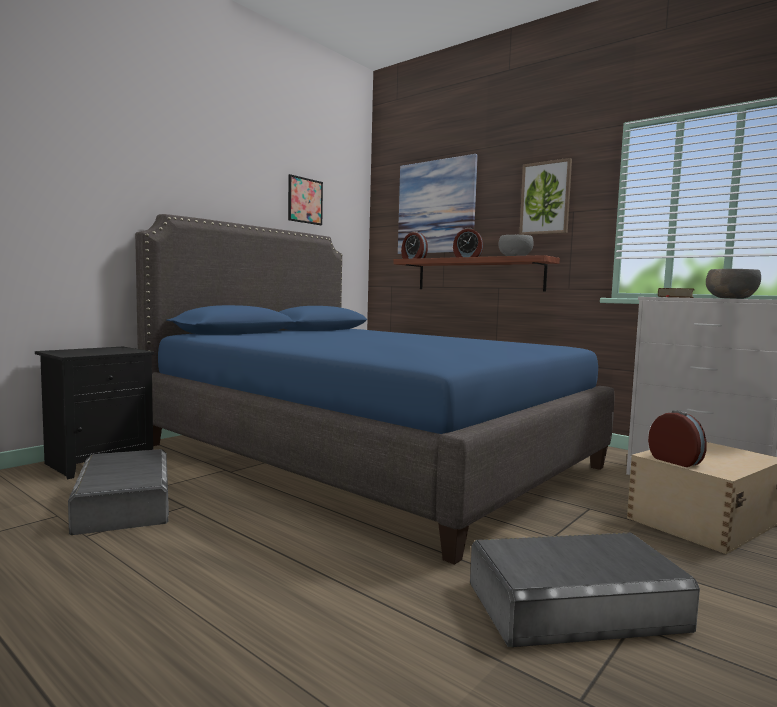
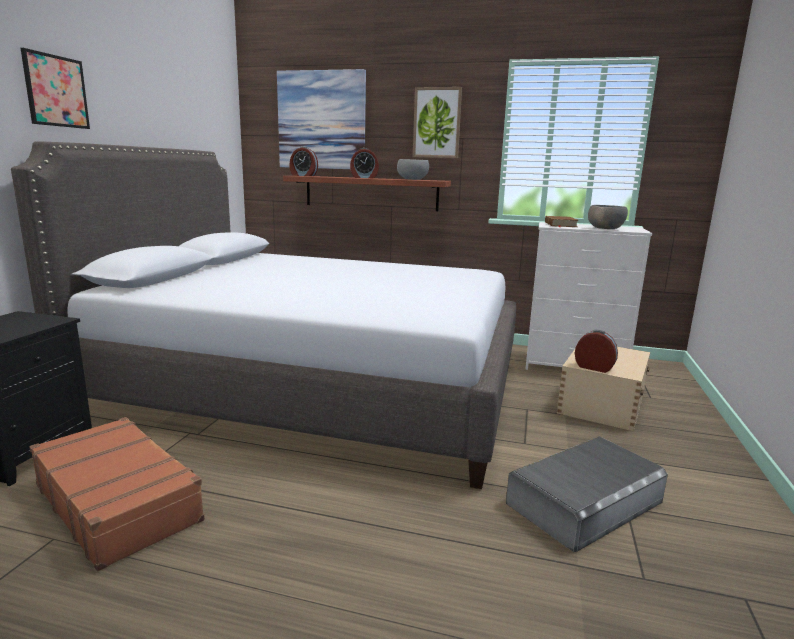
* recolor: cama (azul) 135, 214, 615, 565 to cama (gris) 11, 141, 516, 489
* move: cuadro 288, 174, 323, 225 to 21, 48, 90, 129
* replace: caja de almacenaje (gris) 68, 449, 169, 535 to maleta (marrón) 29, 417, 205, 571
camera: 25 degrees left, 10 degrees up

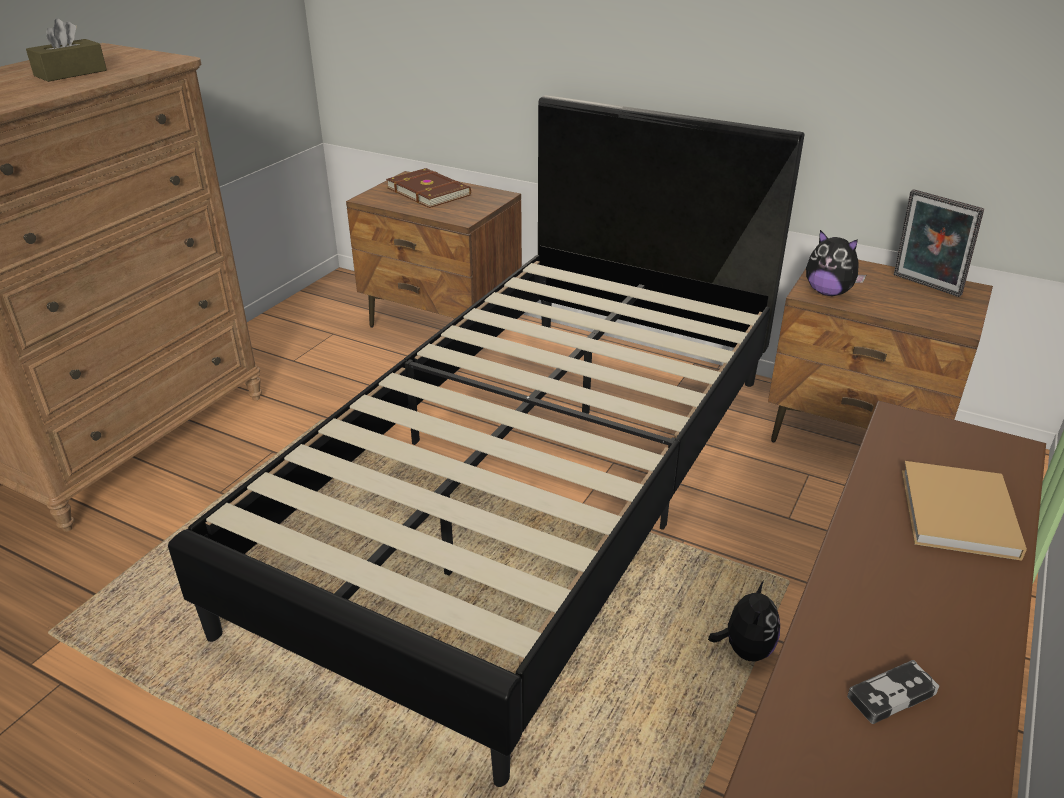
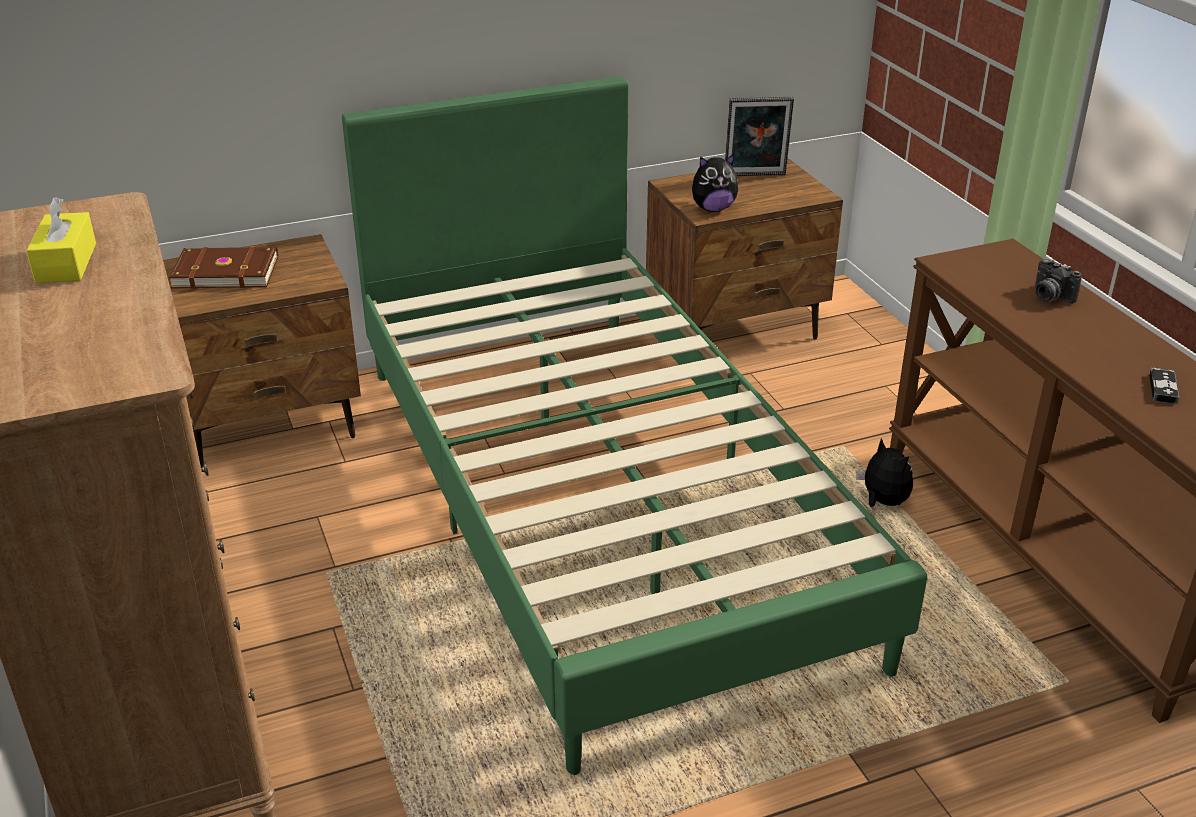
* recolor: caja de pañuelos (marrón) 26, 19, 107, 82 to caja de pañuelos (amarillo) 26, 197, 96, 283
* recolor: cama (negro) 168, 95, 804, 787 to cama (verde) 342, 76, 927, 775
* replace: libro (beis) 902, 461, 1027, 561 to cámara 1035, 259, 1082, 304
camera: 50 degrees left, 0 degrees up

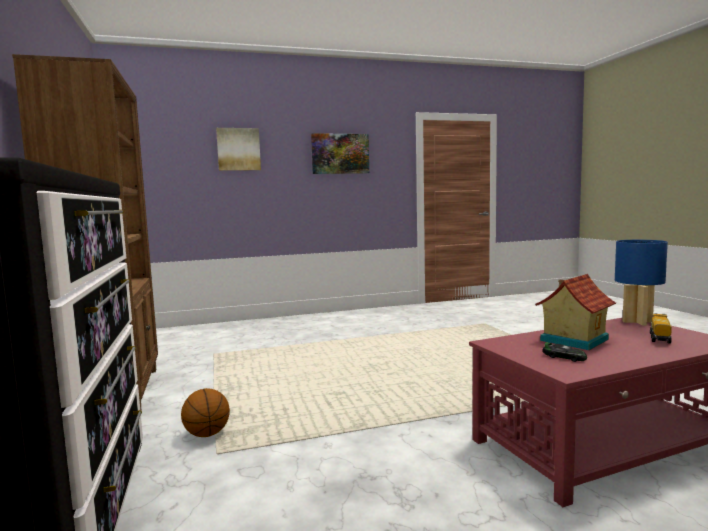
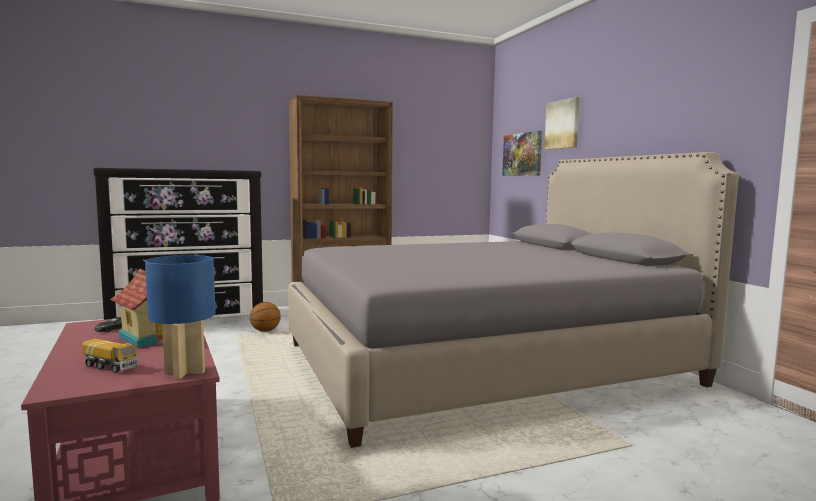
* insert: cama (gris) 288, 152, 739, 448
* move: cuadro 311, 133, 369, 174 to 502, 131, 542, 176
camera: 85 degrees right, 0 degrees up

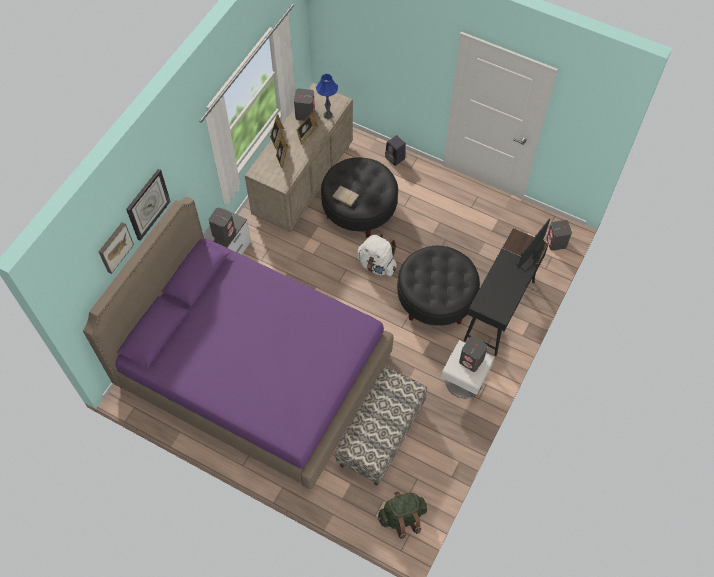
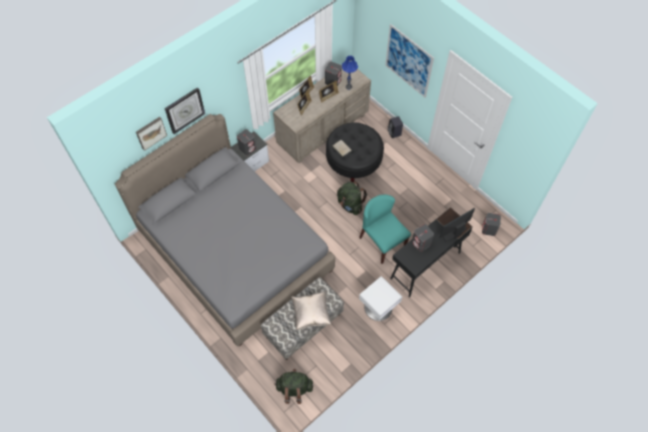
* recolor: cama (morado) 83, 197, 393, 489 to cama (gris) 115, 114, 335, 346
* insert: cojín (beis) 291, 292, 331, 330
* recolor: mochila (blanco) 356, 233, 397, 276 to mochila (verde) 337, 182, 367, 215
* replace: puf (negro) 397, 246, 480, 326 to silla (turquesa) 359, 195, 411, 264
* insert: cuadro 385, 24, 434, 98
* move: altavoz (gris) 459, 336, 488, 372 to 412, 224, 434, 252
camera: 20 degrees right, 0 degrees up

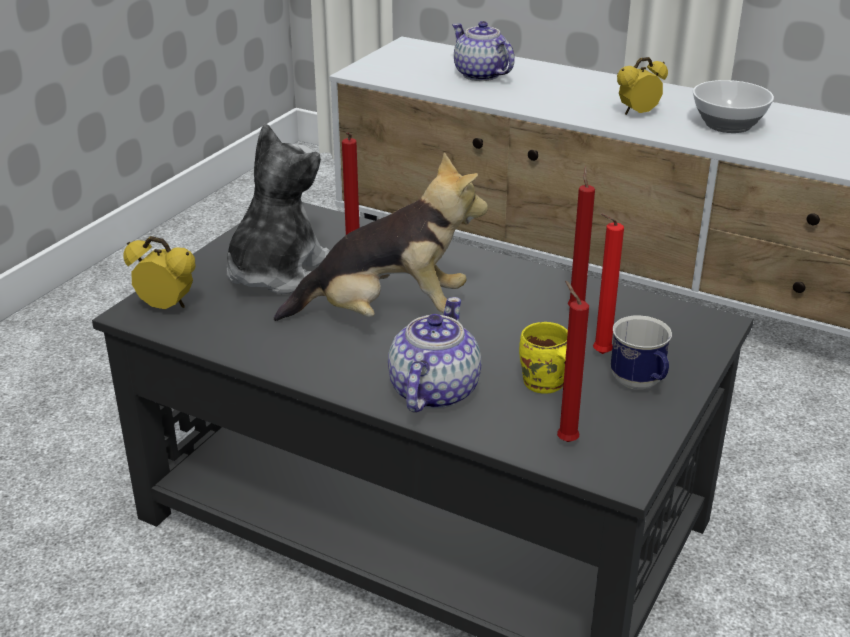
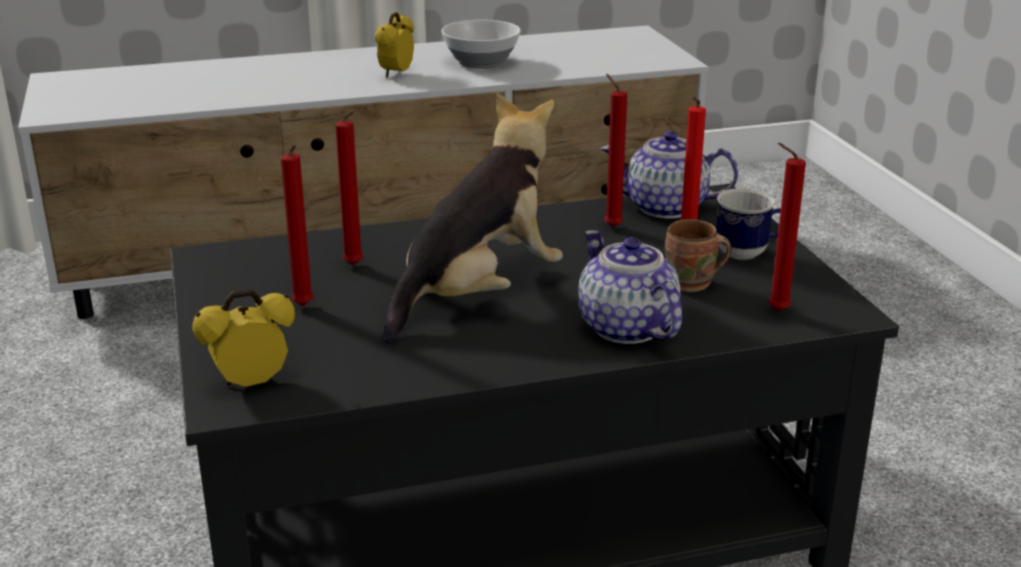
* replace: peluche 227, 123, 330, 294 to vela (rojo) 281, 144, 314, 306
* move: tetera 452, 21, 515, 81 to 600, 131, 738, 218
* recolor: taza grande (amarillo) 519, 322, 568, 394 to taza grande (marrón) 665, 219, 732, 292
camera: 45 degrees left, 5 degrees down

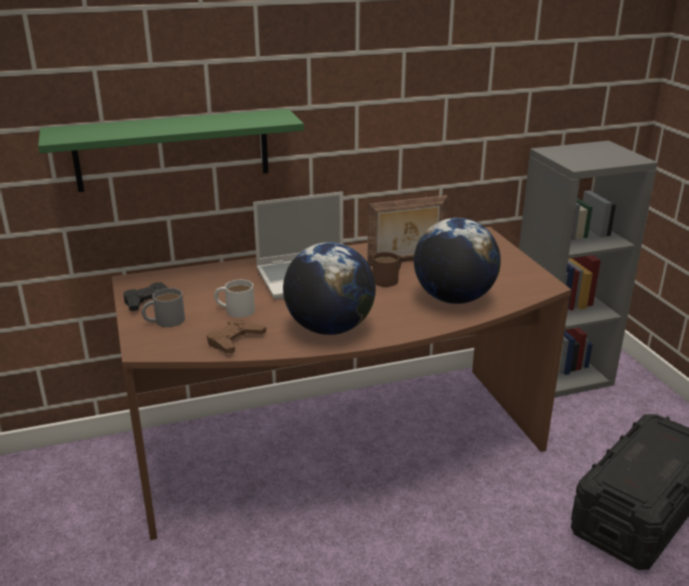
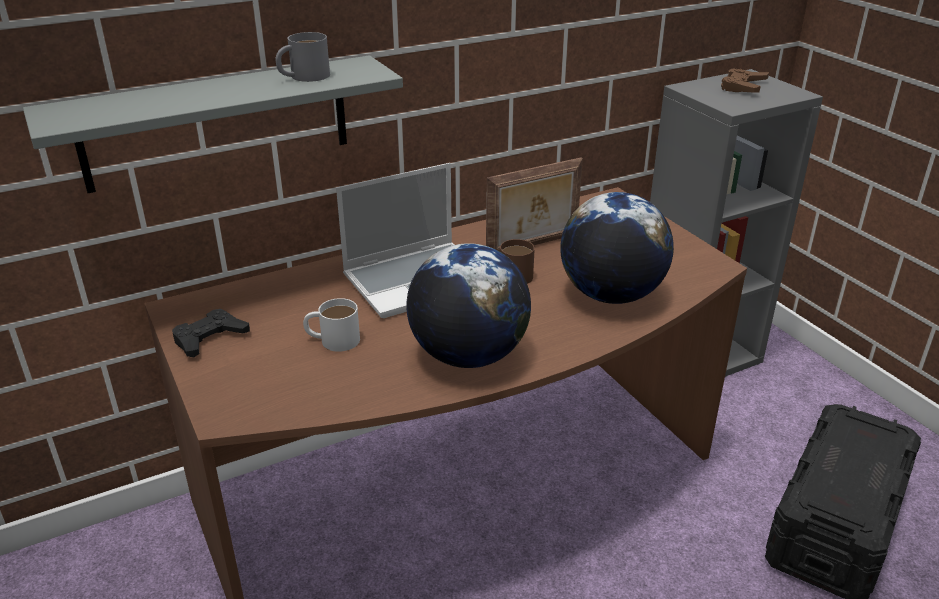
* recolor: estante (verde) 38, 109, 304, 192 to estante (gris) 23, 55, 403, 193
* move: taza grande (gris) 142, 288, 185, 327 to 275, 32, 330, 82
* move: mando de consola (marrón) 207, 318, 266, 353 to 721, 68, 769, 93
camera: 10 degrees left, 5 degrees up

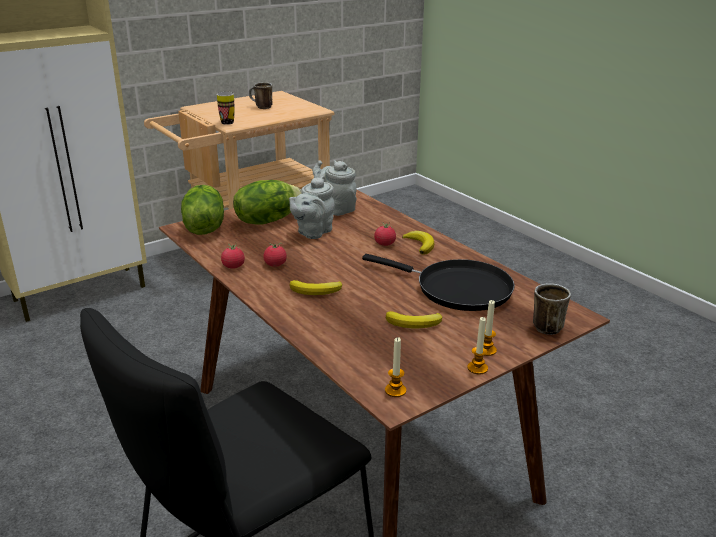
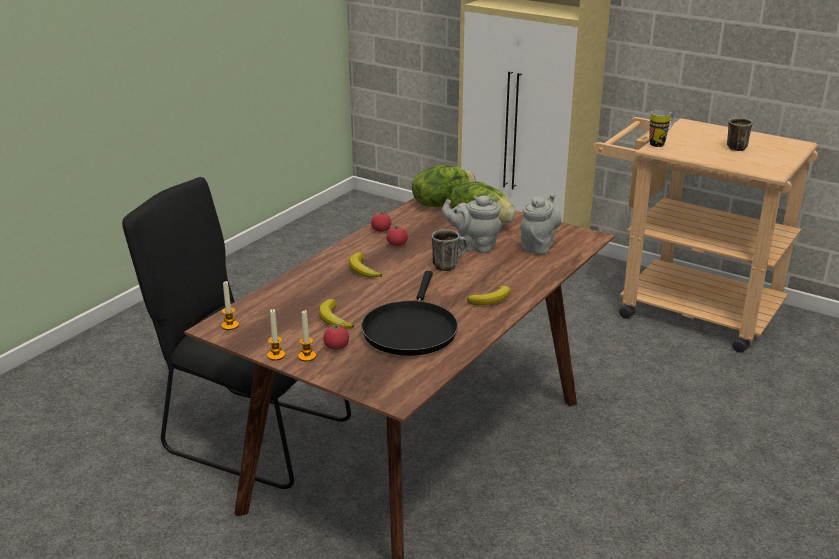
* move: tomate 374, 222, 396, 246 to 323, 322, 349, 350
* move: taza grande 533, 283, 571, 335 to 432, 229, 468, 271
camera: 70 degrees right, 0 degrees up

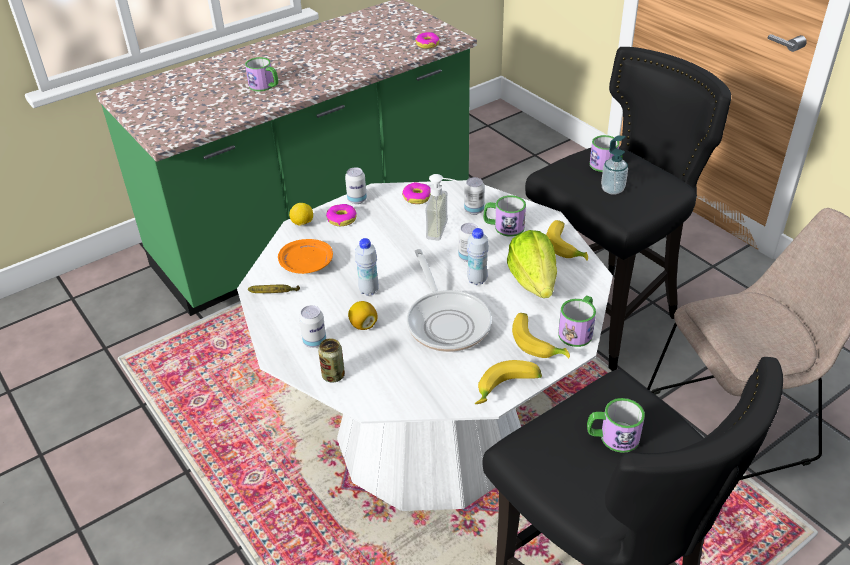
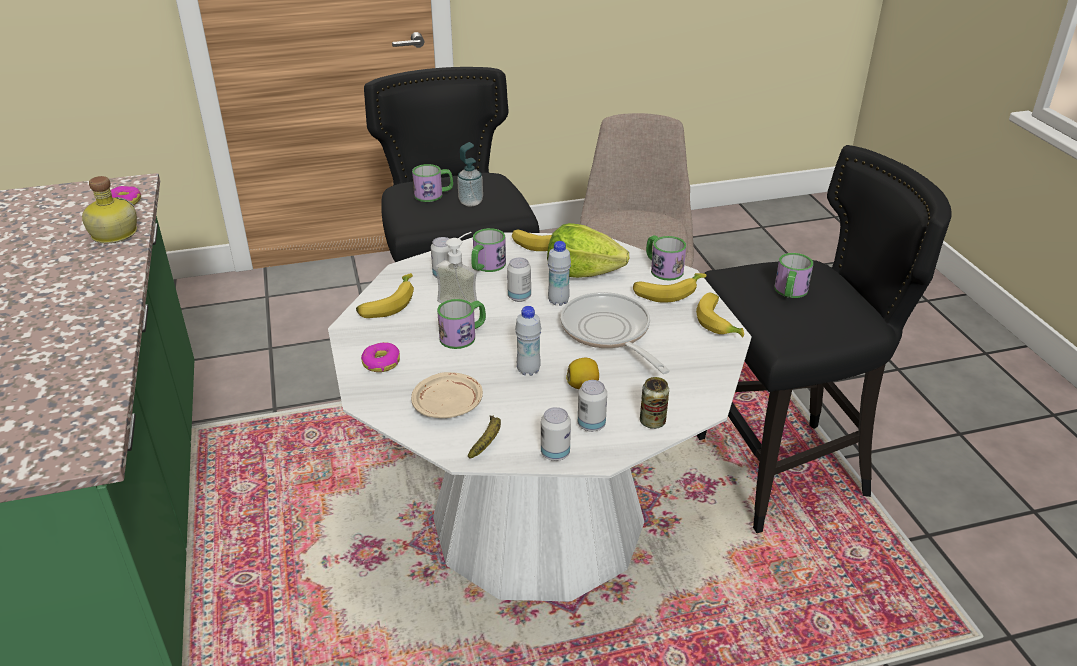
* insert: botella 82, 176, 137, 243
* replace: rosquilla 402, 182, 430, 204 to plátano 356, 273, 414, 318
* recolor: plato (naranja) 278, 239, 333, 274 to plato (beis) 411, 372, 483, 418
* move: taza grande 245, 57, 279, 92 to 437, 299, 486, 349
* move: lata 345, 167, 367, 204 to 541, 407, 571, 461
* rotate: sartén 407, 249, 492, 352 = 561, 292, 670, 374 120 degrees counterclockwise
* delete: limón 289, 203, 313, 226
camera: 70 degrees left, 5 degrees down

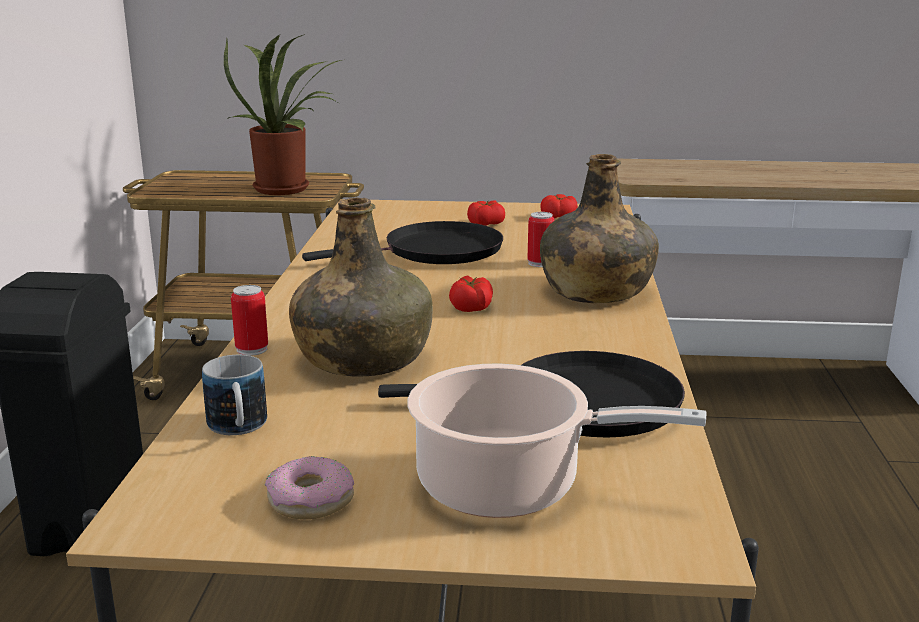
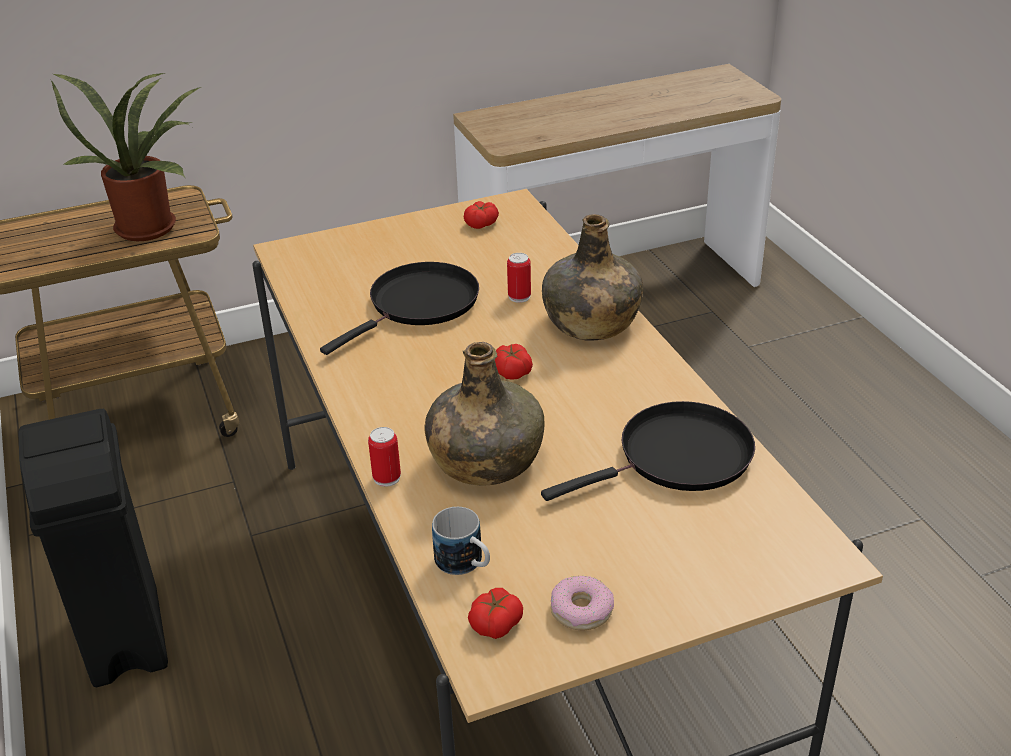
* move: tomate 467, 200, 505, 226 to 468, 588, 523, 639
* delete: olla 407, 364, 706, 518
camera: 25 degrees left, 15 degrees up

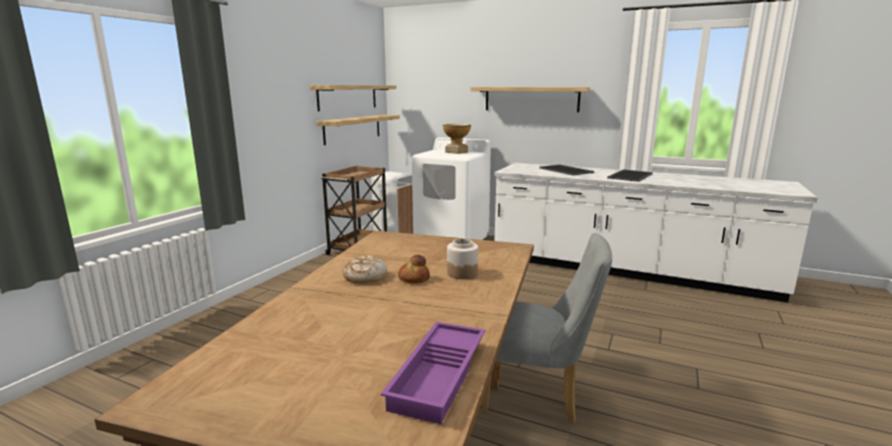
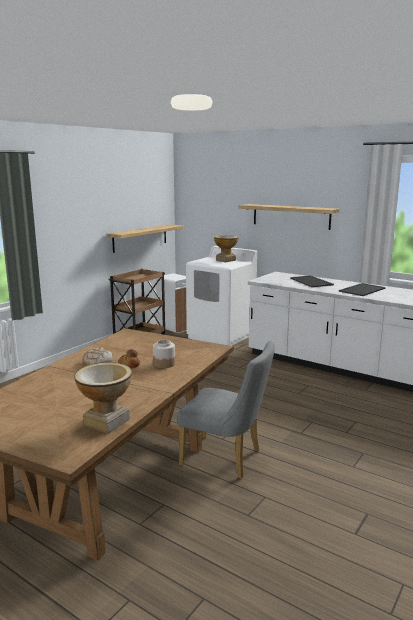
* replace: bandeja (morado) 381, 322, 485, 424 to florero 74, 362, 132, 434
* delete: estante 310, 85, 397, 111
camera: 10 degrees right, 0 degrees up

